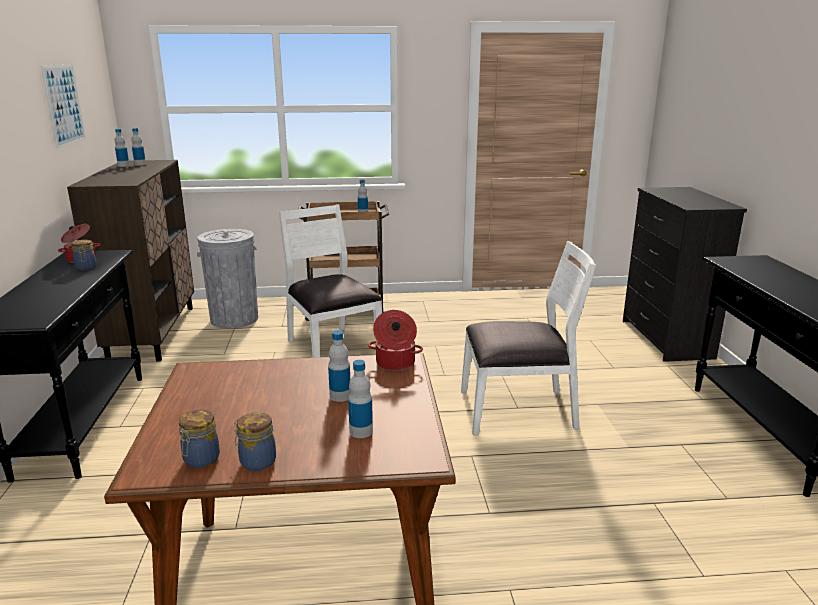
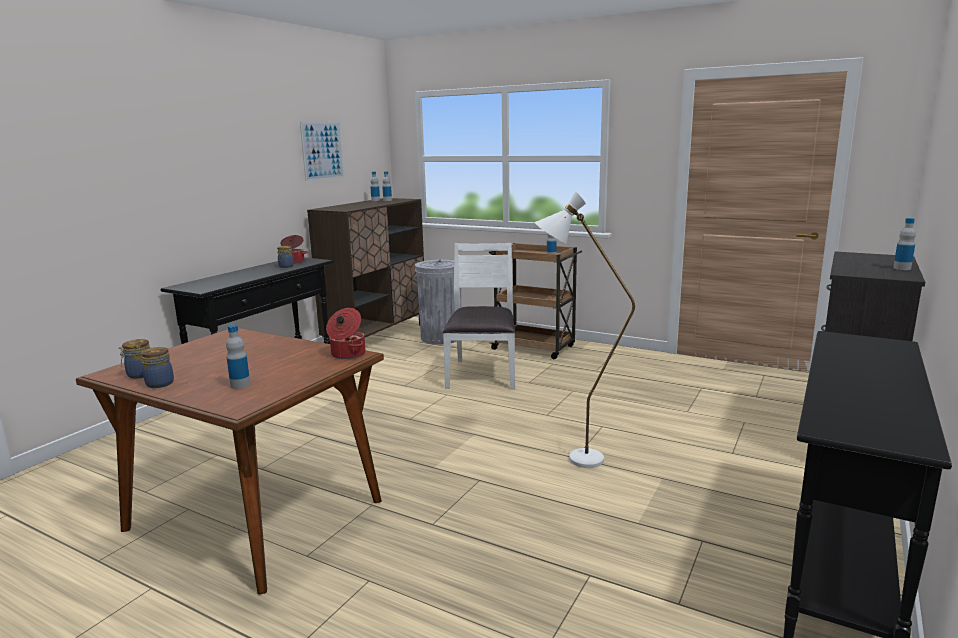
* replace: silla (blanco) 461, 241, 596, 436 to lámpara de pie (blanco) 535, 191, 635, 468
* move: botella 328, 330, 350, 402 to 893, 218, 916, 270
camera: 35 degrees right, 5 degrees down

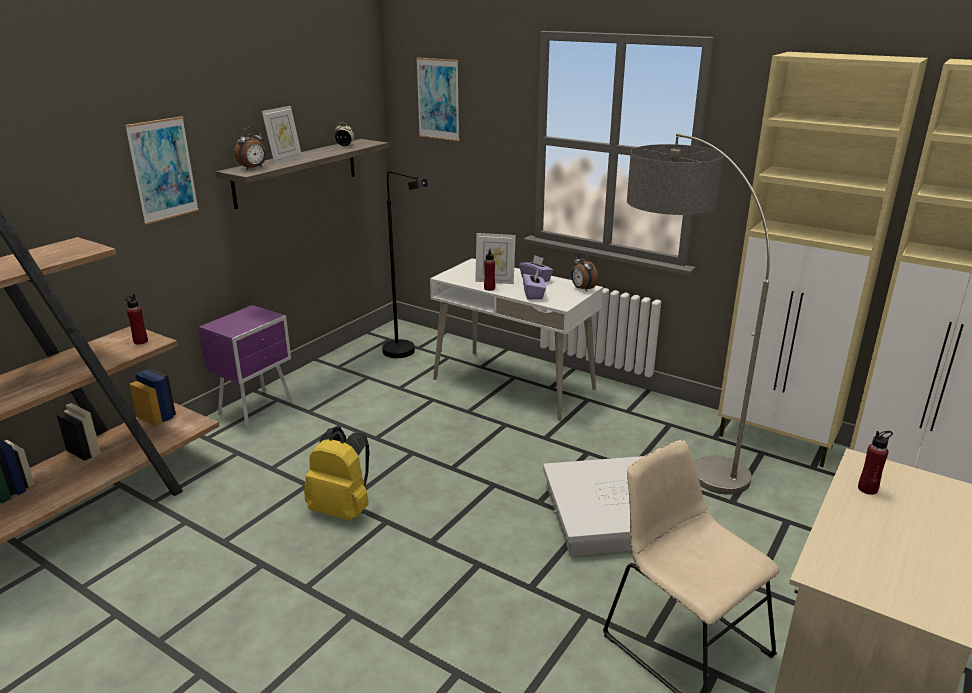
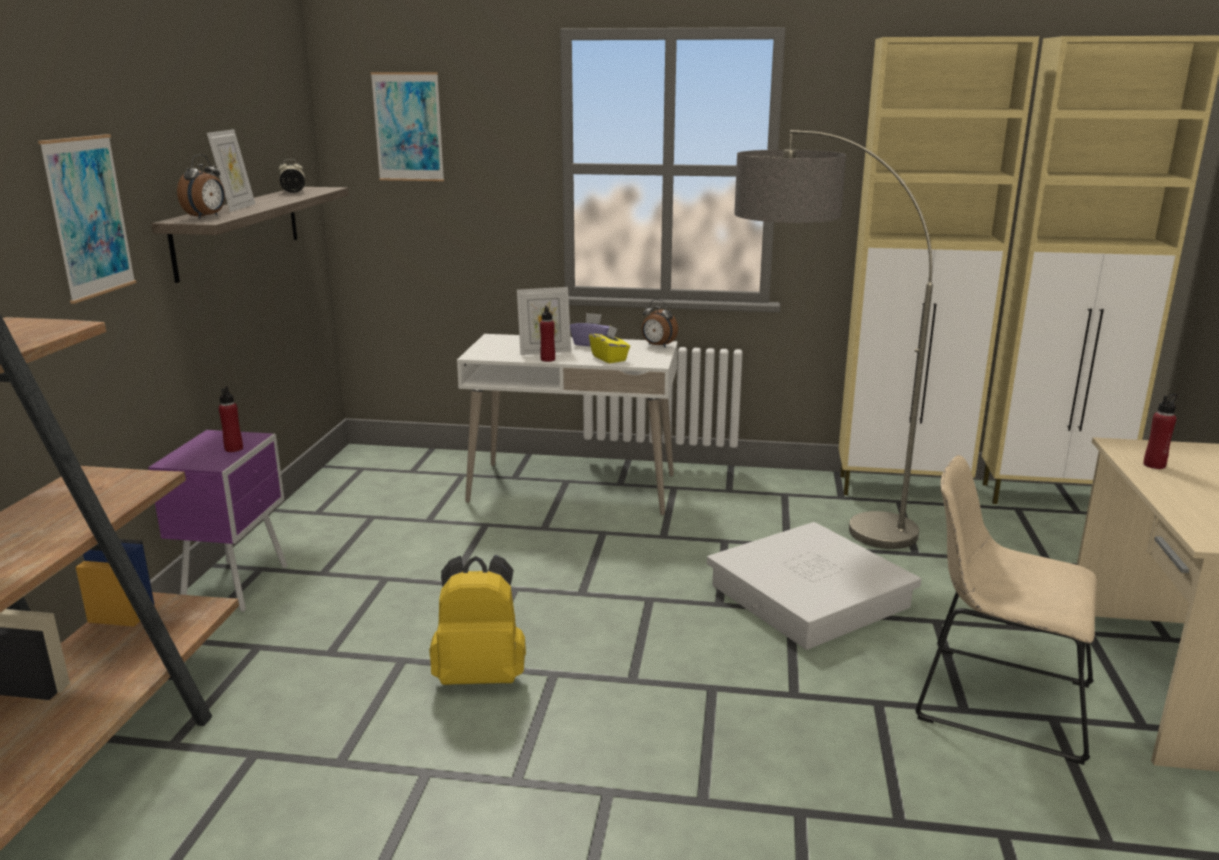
* move: botella (rojo) 125, 294, 148, 344 to 218, 386, 243, 452
* recolor: caja de pañuelos (morado) 523, 270, 546, 299 to caja de pañuelos (amarillo) 589, 325, 630, 363
* delete: lámpara de pie (negro) 382, 171, 428, 358
camera: 25 degrees left, 5 degrees down

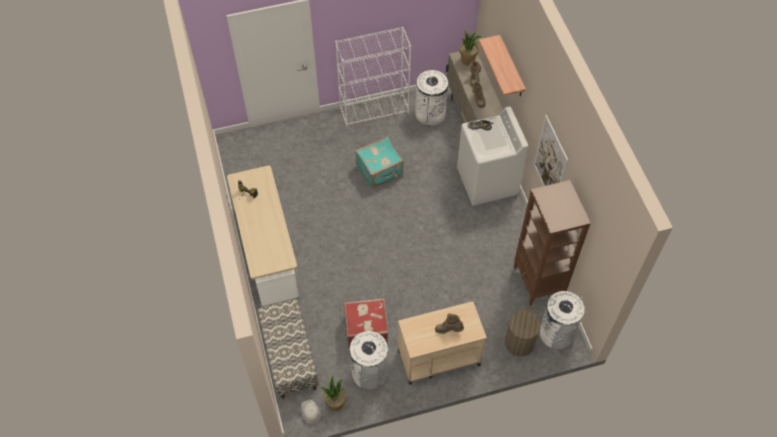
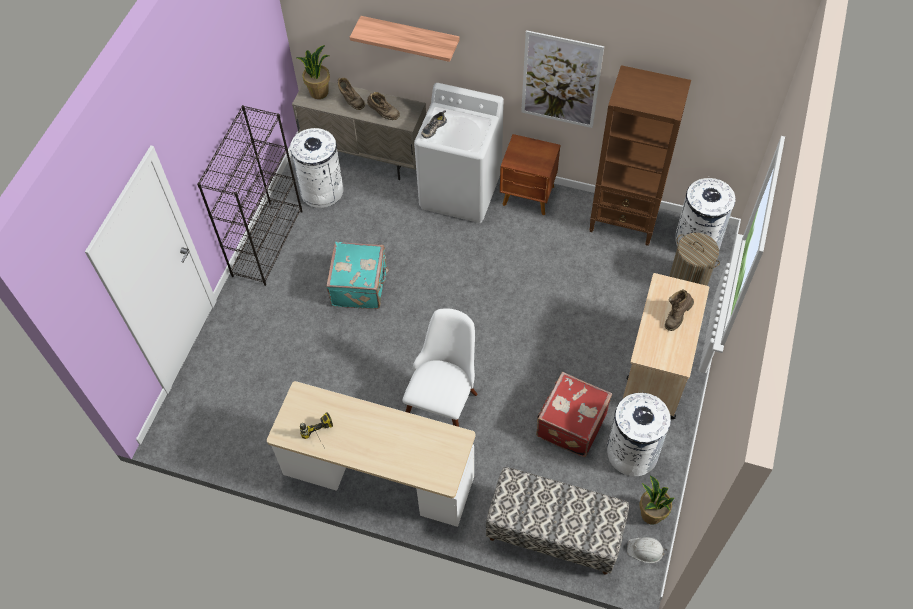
* recolor: estantería (blanco) 335, 27, 411, 127 to estantería (negro) 197, 105, 303, 286
* insert: silla (blanco) 402, 308, 477, 427
* insert: mesita de noche (marrón) 500, 134, 560, 215
camera: 55 degrees left, 0 degrees up

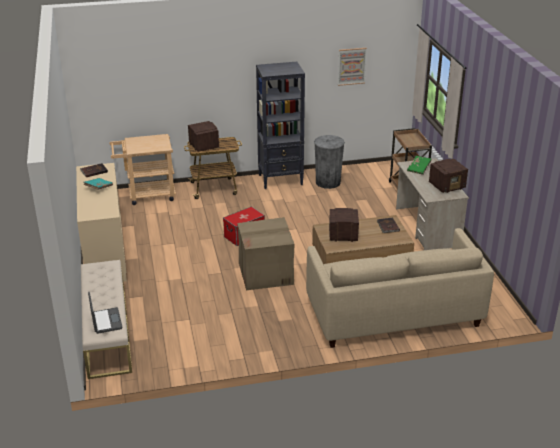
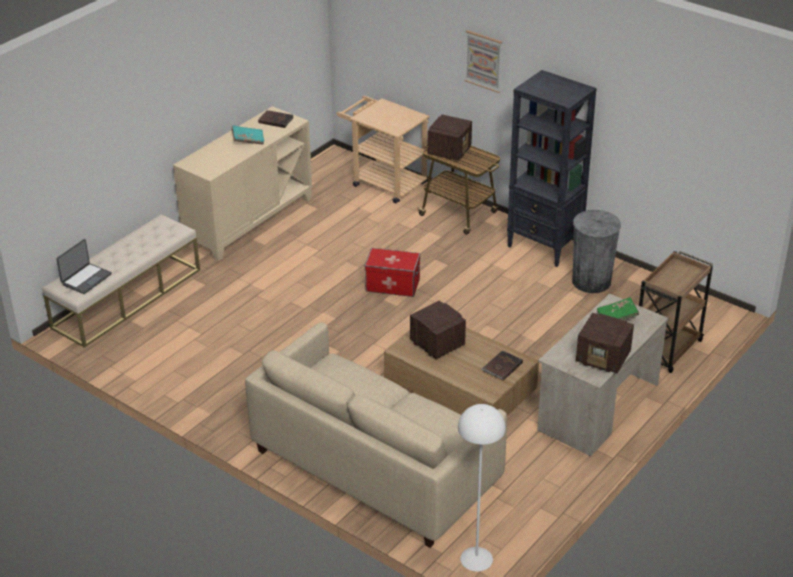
* insert: lámpara de pie (blanco) 458, 404, 506, 572
* move: cuadro 338, 48, 367, 86 to 464, 30, 502, 93
* delete: caja de cartón 237, 217, 294, 290
camera: 50 degrees right, 5 degrees up

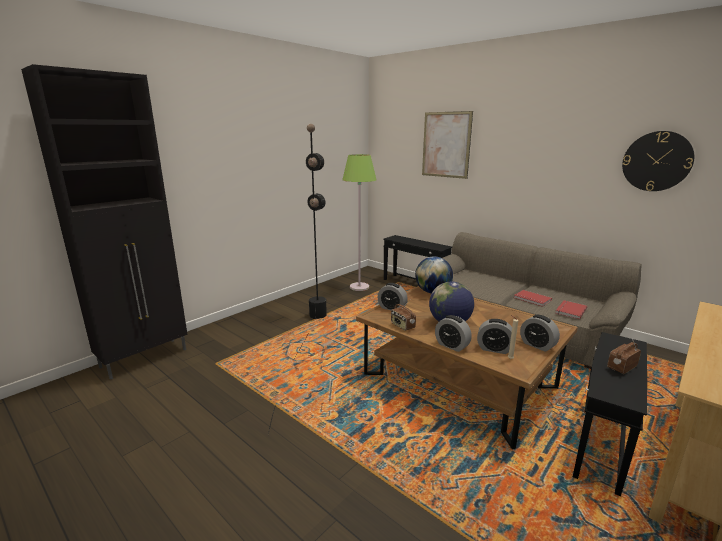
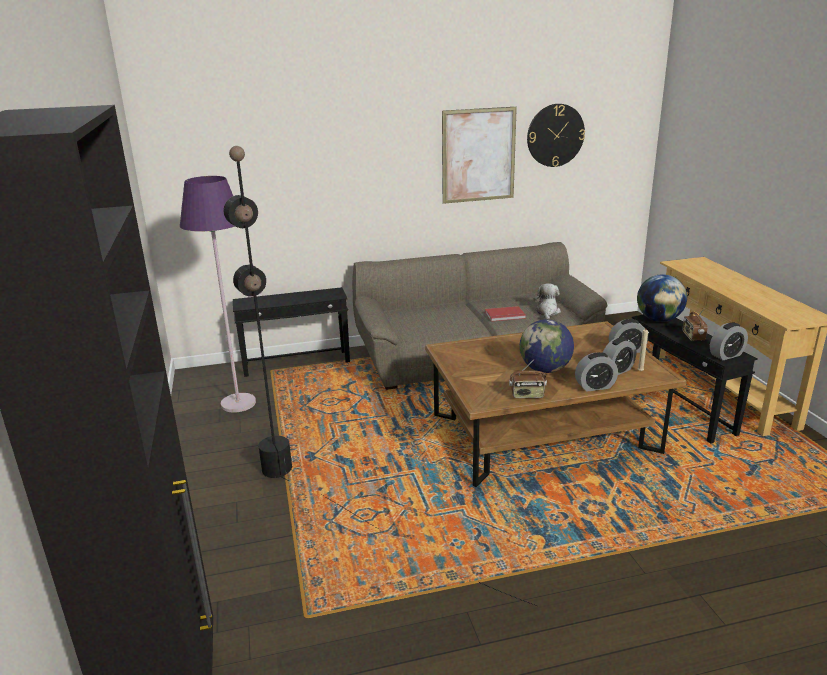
* recolor: lámpara de pie (verde) 342, 154, 377, 291 to lámpara de pie (morado) 180, 176, 256, 413
* move: cuadro 422, 111, 473, 179 to 442, 107, 517, 204
* replace: libro (rojo) 556, 300, 587, 319 to peluche 534, 284, 561, 319
* move: globo terráqueo 415, 256, 453, 294 to 637, 274, 687, 322
* move: despertador 378, 283, 408, 310 to 710, 323, 748, 360
camera: 55 degrees left, 5 degrees up

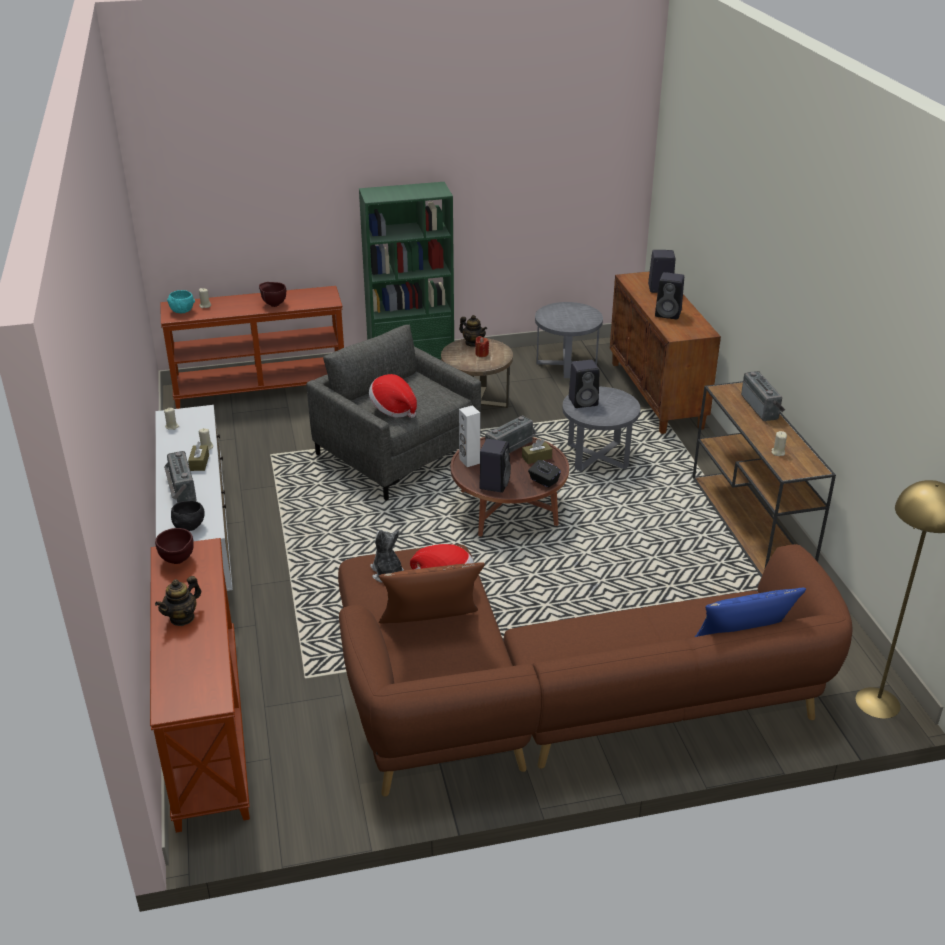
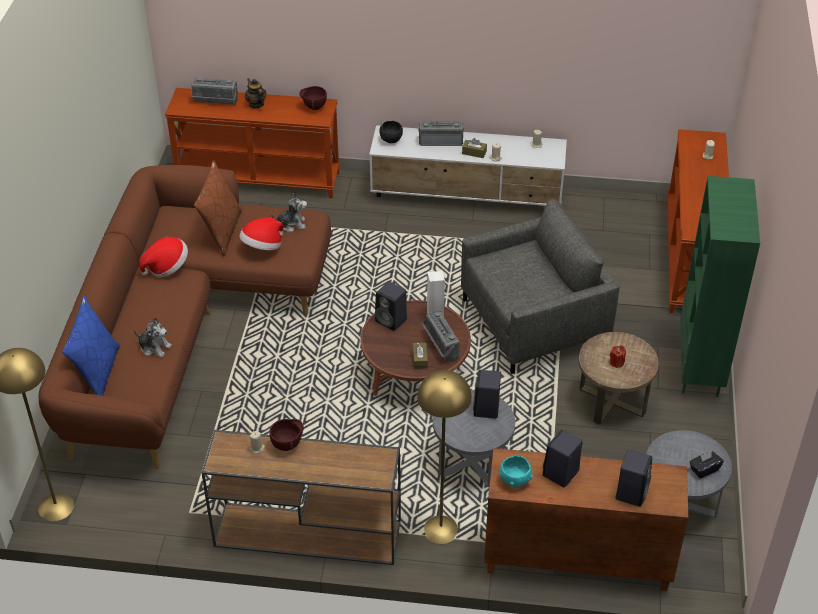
* insert: peluche 134, 317, 172, 358
* move: sombrero 369, 374, 417, 418 to 139, 237, 188, 278
* move: radio 741, 371, 785, 421 to 191, 78, 238, 105
* move: cuenco (marrón) 259, 282, 286, 307 to 269, 419, 304, 451
* insert: lámpara de pie (amarillo) 417, 370, 472, 544
* move: cuenco (turquesa) 167, 290, 195, 313 to 499, 456, 533, 487
* move: caja de pañuelos (negro) 528, 460, 561, 488 to 690, 451, 724, 478
* delete: tetera 459, 315, 487, 347
camera: 110 degrees right, 10 degrees up

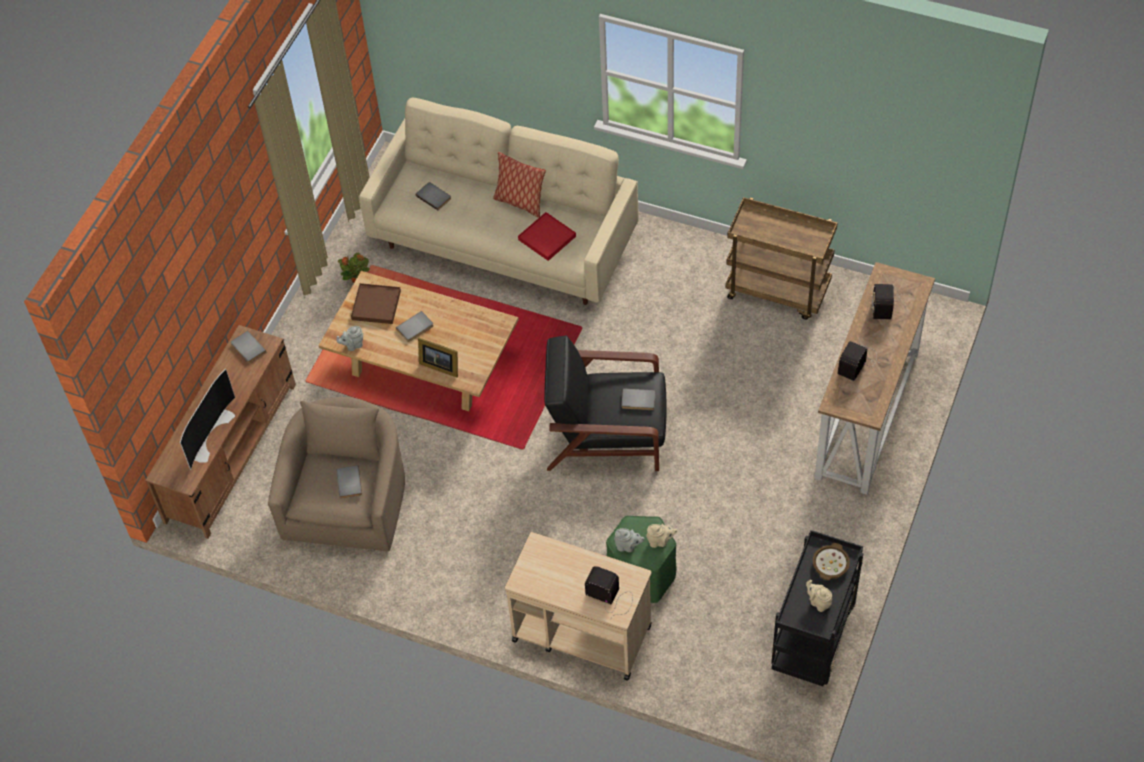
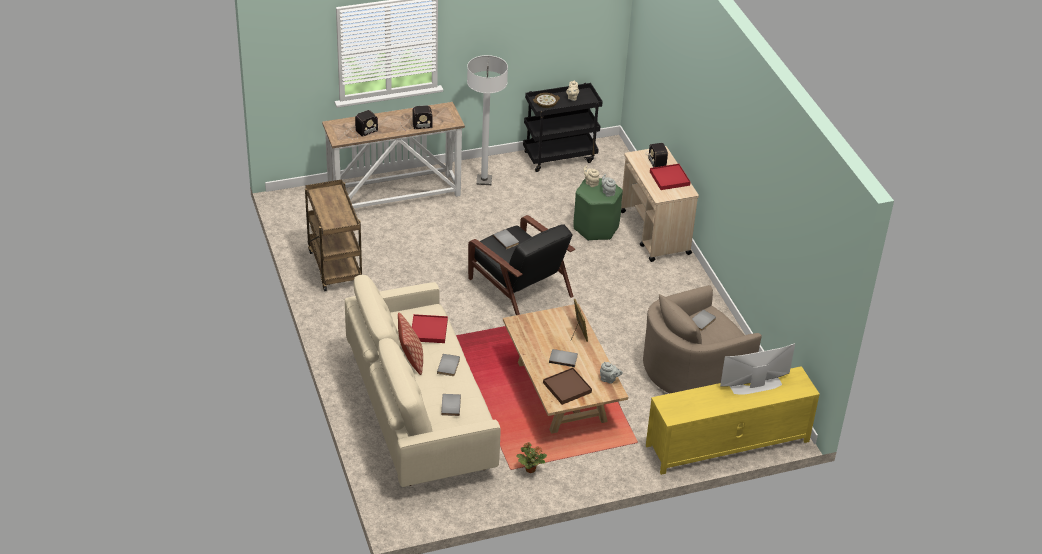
* move: libro (gris) 231, 331, 266, 363 to 437, 354, 460, 376
* insert: lámpara de pie (blanco) 467, 55, 508, 185
* recolor: mueble de televisión (marrón) 145, 325, 296, 539 to mueble de televisión (amarillo) 646, 366, 820, 475
* insert: bandeja (rojo) 650, 164, 690, 190
camera: 135 degrees left, 15 degrees down

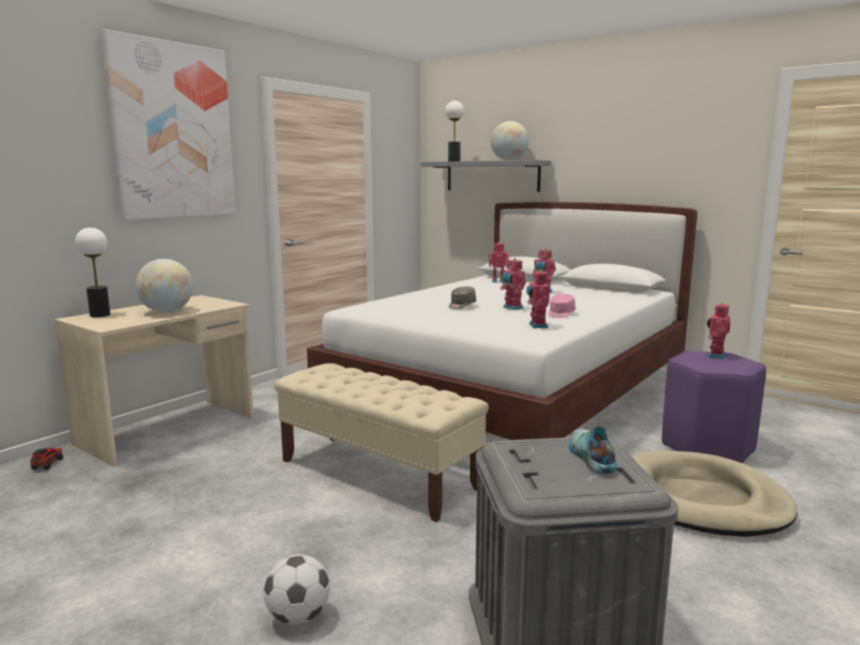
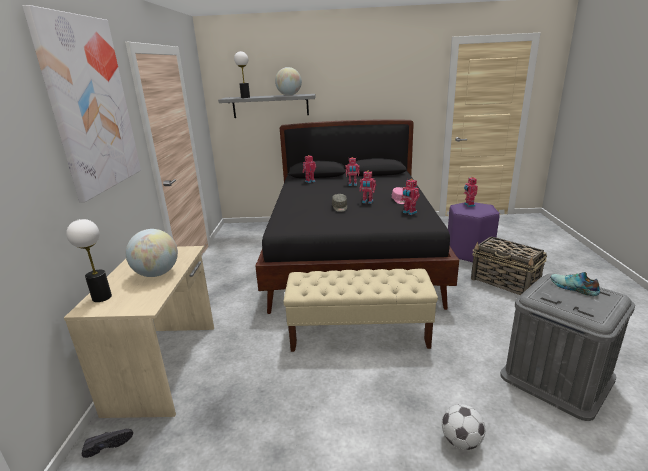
* replace: camión de juguete 30, 447, 63, 470 to zapato (negro) 82, 429, 133, 458
* recolor: cama (blanco) 307, 202, 697, 440 to cama (negro) 255, 119, 459, 314
* replace: cama para perro (beis) 631, 451, 797, 537 to cesta 471, 236, 547, 295
camera: 35 degrees left, 10 degrees up

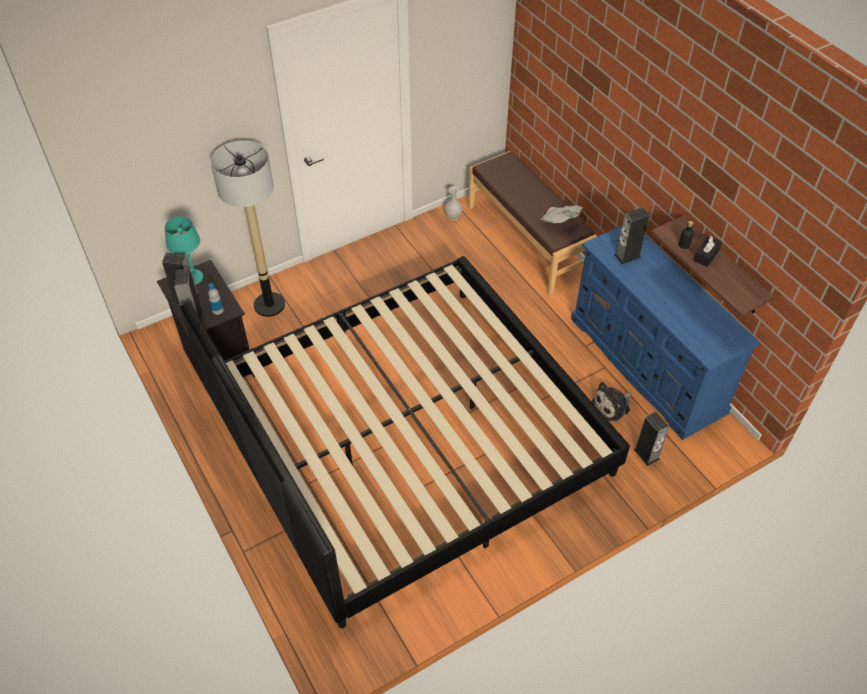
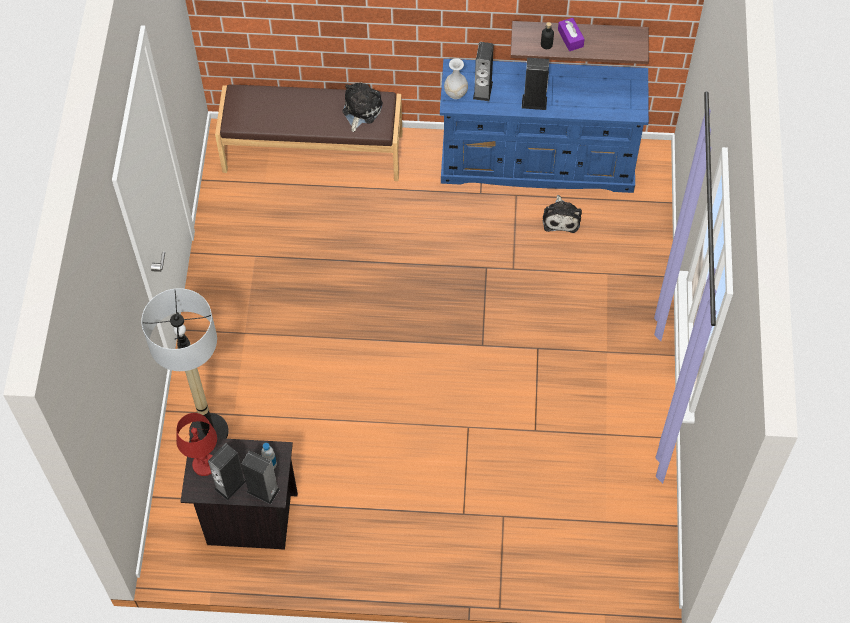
* recolor: lámpara de mesa (turquesa) 165, 216, 203, 285 to lámpara de mesa (rojo) 176, 413, 217, 476
* replace: periódico 540, 205, 583, 223 to peluche 343, 82, 383, 132
* move: florero (blanco) 444, 186, 462, 220 to 444, 58, 468, 99
* move: altavoz 634, 412, 669, 466 to 522, 58, 549, 110
* recolor: caja de pañuelos (negro) 693, 236, 722, 267 to caja de pañuelos (morado) 558, 18, 585, 51
* delete: cama 180, 256, 630, 628
camera: 55 degrees left, 10 degrees up

